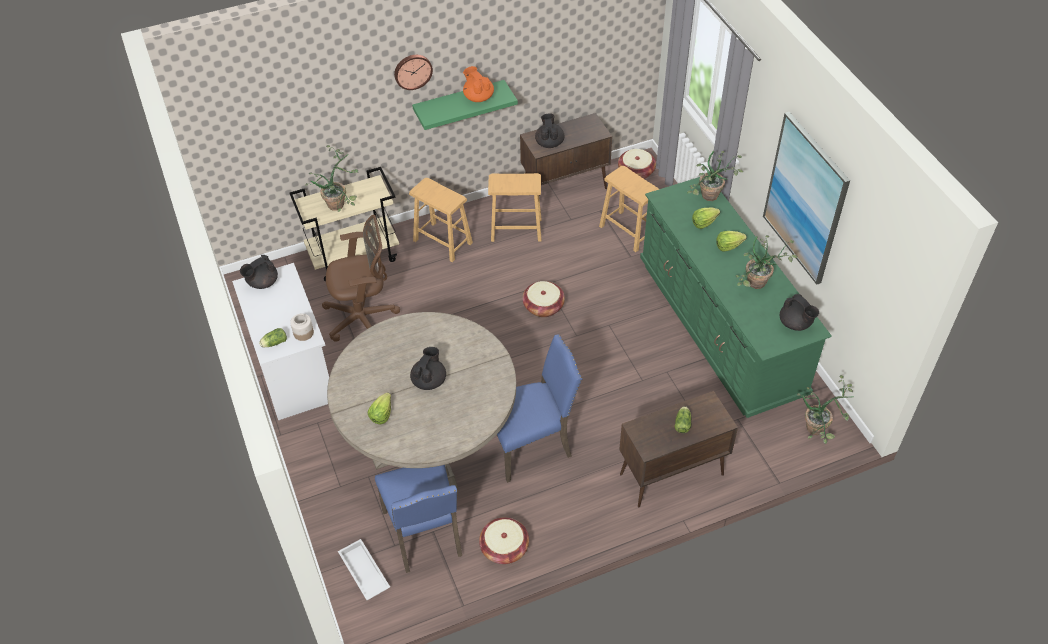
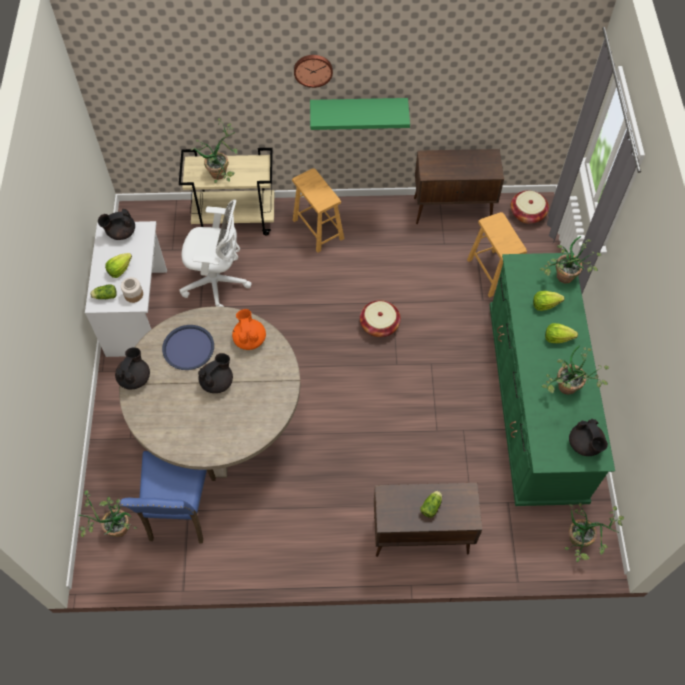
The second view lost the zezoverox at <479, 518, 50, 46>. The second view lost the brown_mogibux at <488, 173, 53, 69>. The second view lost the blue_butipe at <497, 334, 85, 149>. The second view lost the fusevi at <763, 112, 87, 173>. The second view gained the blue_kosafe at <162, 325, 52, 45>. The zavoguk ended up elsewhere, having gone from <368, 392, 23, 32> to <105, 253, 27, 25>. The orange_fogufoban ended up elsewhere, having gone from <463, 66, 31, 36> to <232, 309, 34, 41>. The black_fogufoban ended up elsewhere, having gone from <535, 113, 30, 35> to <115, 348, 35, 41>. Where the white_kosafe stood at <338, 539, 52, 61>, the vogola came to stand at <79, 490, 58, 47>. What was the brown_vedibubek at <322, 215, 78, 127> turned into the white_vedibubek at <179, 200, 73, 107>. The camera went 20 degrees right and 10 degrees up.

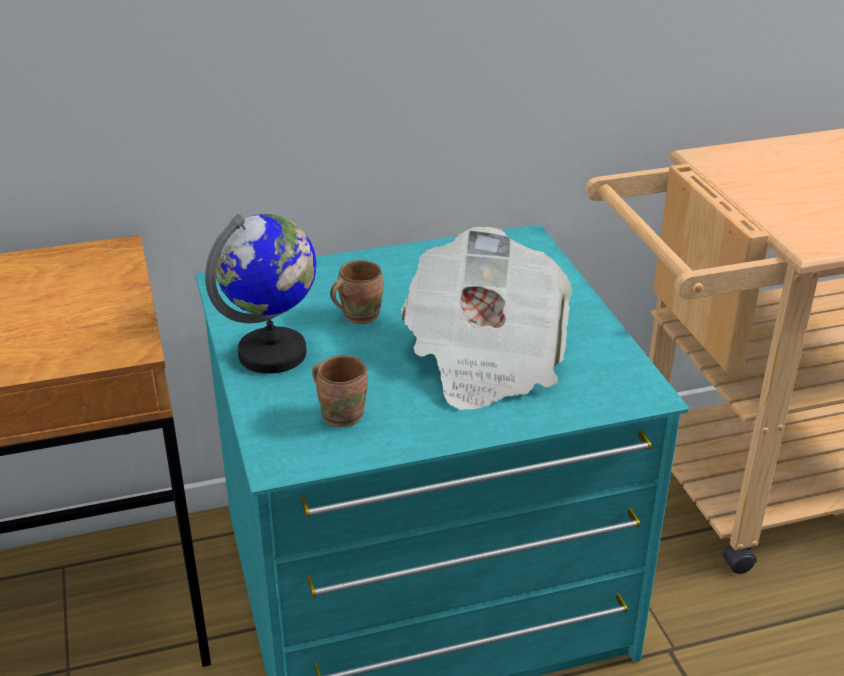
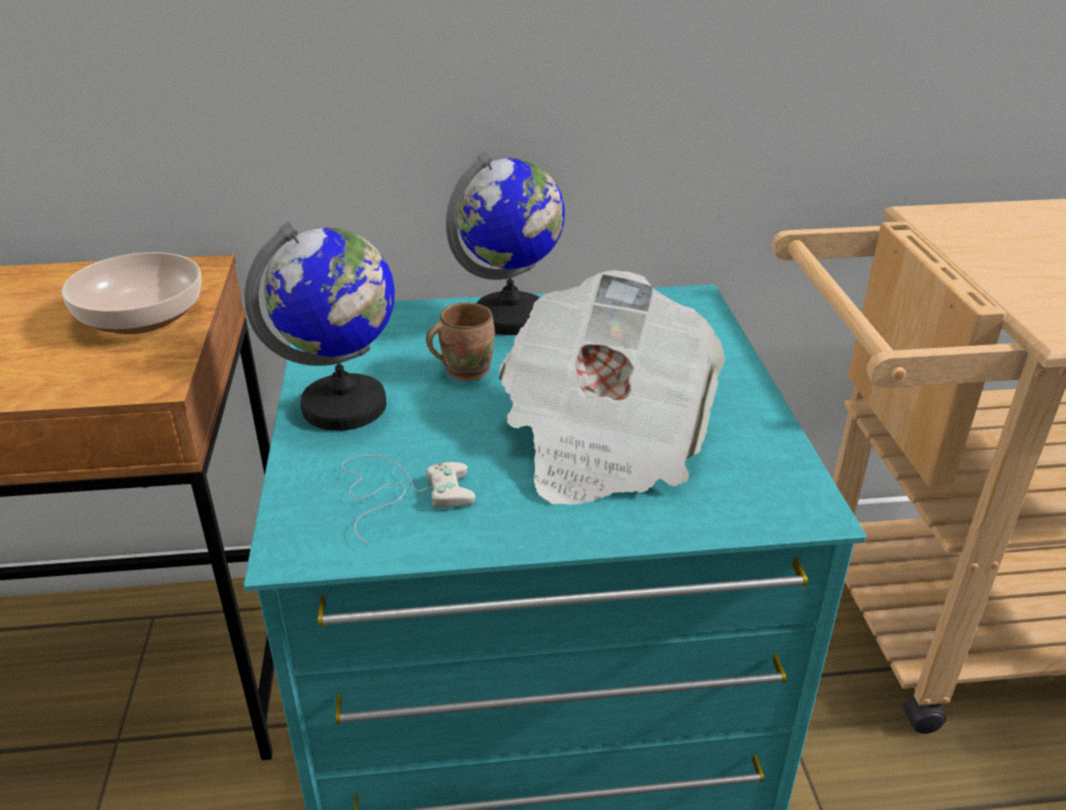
The second view gained the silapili at <61, 252, 141, 82>. The second view gained the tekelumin at <446, 151, 119, 184>. Where the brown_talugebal stood at <312, 355, 56, 72>, the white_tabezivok came to stand at <342, 455, 133, 90>. The camera went 10 degrees right and 0 degrees up.

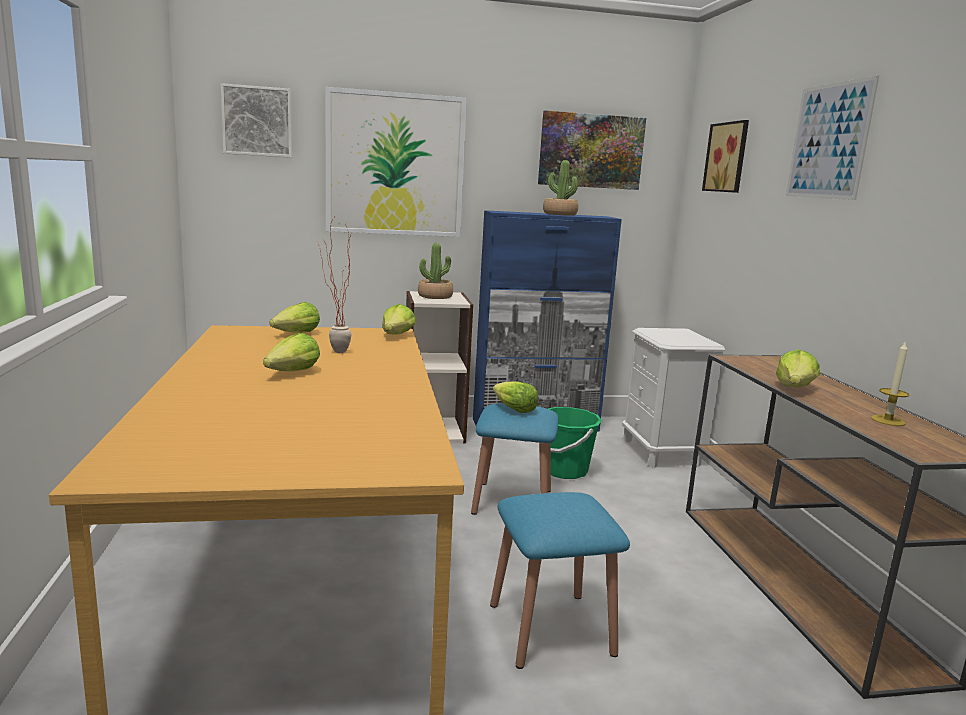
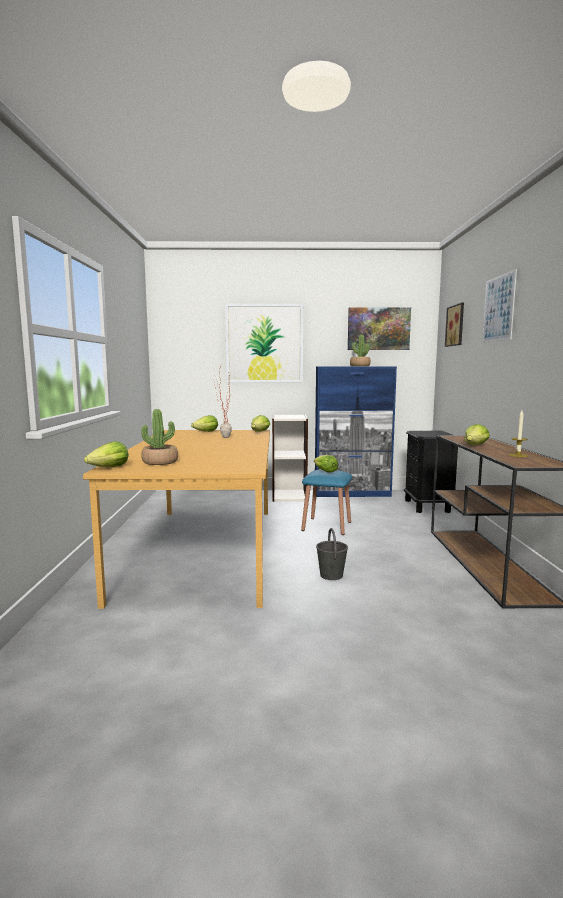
The second view lost the fusevi at <221, 83, 71, 75>. The second view lost the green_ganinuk at <548, 407, 54, 72>. The zavoguk ended up elsewhere, having gone from <263, 333, 57, 38> to <84, 441, 45, 26>. The vogola ended up elsewhere, having gone from <418, 243, 35, 56> to <141, 409, 37, 56>. Where the blue_mogibux stood at <490, 492, 140, 177>, the grey_ganinuk came to stand at <316, 528, 32, 52>. What was the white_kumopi at <622, 328, 103, 140> turned into the black_kumopi at <404, 431, 54, 82>. The camera went 10 degrees right and 5 degrees down.

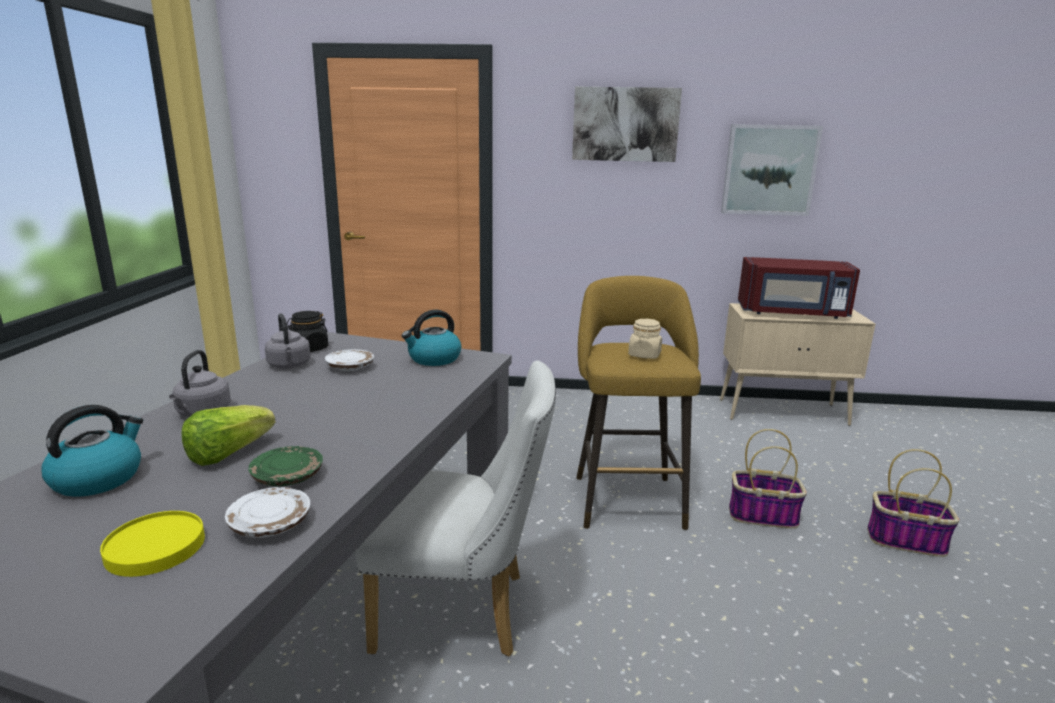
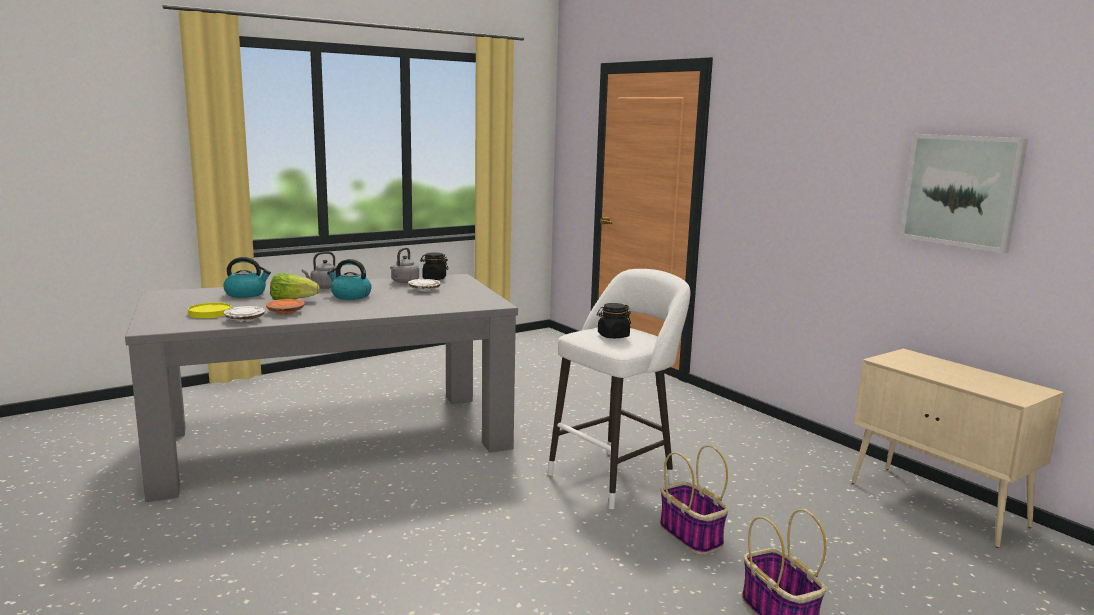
The second view lost the white_butipe at <356, 360, 200, 296>. The second view lost the fusevi at <572, 87, 110, 75>. The second view lost the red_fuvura at <738, 257, 122, 62>. The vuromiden ended up elsewhere, having gone from <402, 310, 59, 56> to <327, 259, 45, 41>. What was the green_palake at <248, 446, 75, 40> turned into the orange_palake at <266, 299, 39, 15>. What was the yellow_mogibux at <576, 276, 125, 254> turned into the white_mogibux at <547, 269, 144, 240>. What was the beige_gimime at <628, 318, 34, 41> turned into the black_gimime at <597, 303, 34, 35>. The camera went 50 degrees right and 5 degrees down.

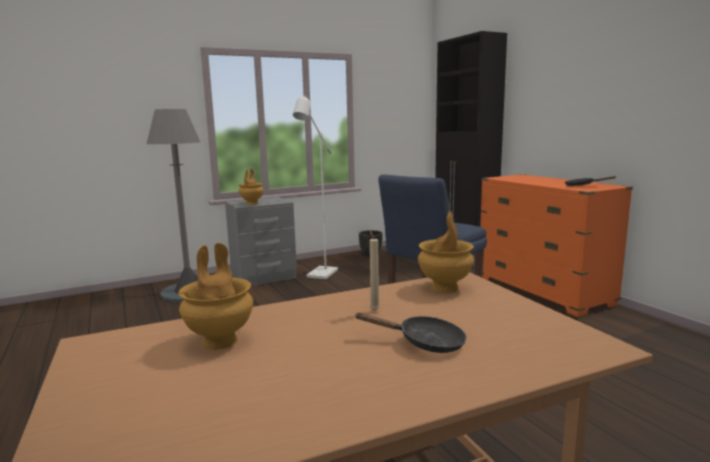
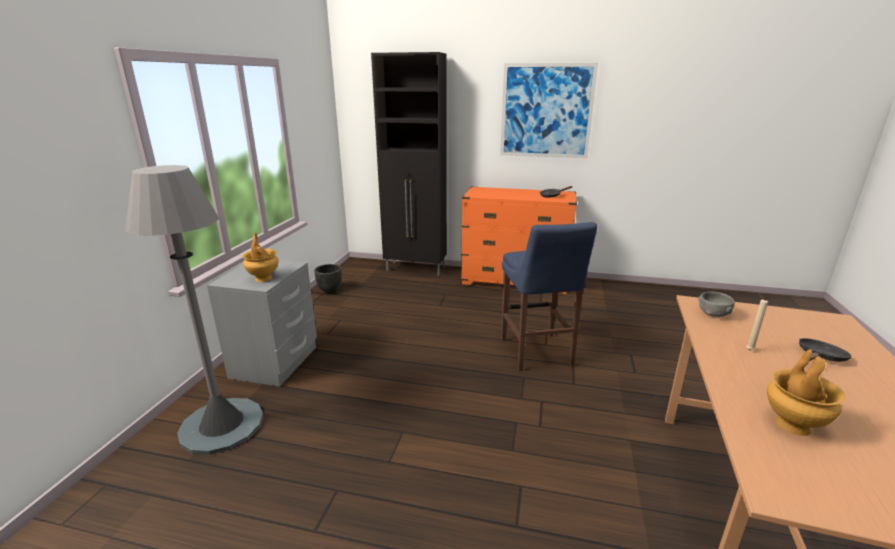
The second view lost the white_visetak at <293, 96, 45, 183>. The second view gained the fusevi at <500, 63, 98, 95>. Where the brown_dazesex stood at <418, 211, 56, 82>, the grey_silapili came to stand at <698, 291, 37, 26>. The camera went 50 degrees left and 10 degrees up.

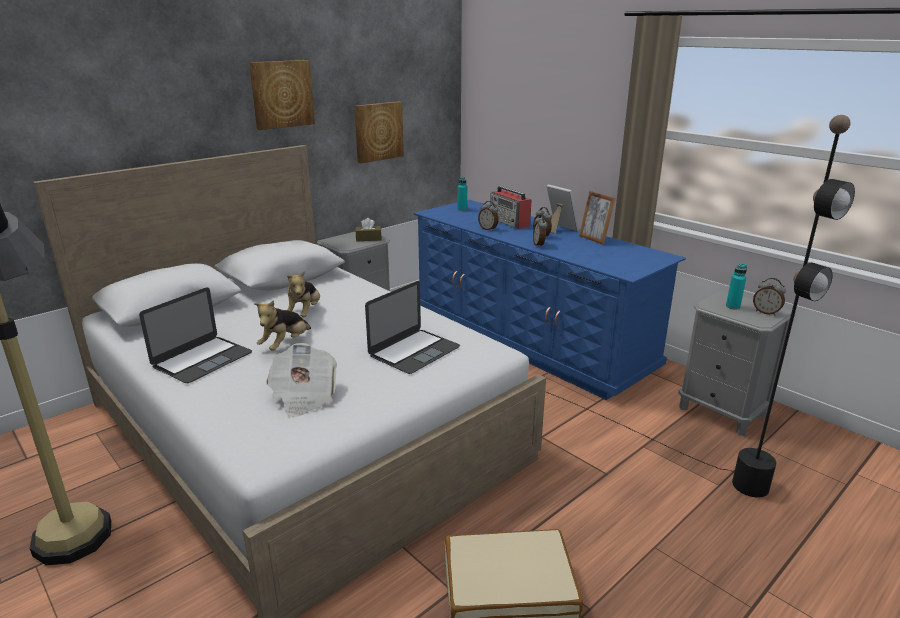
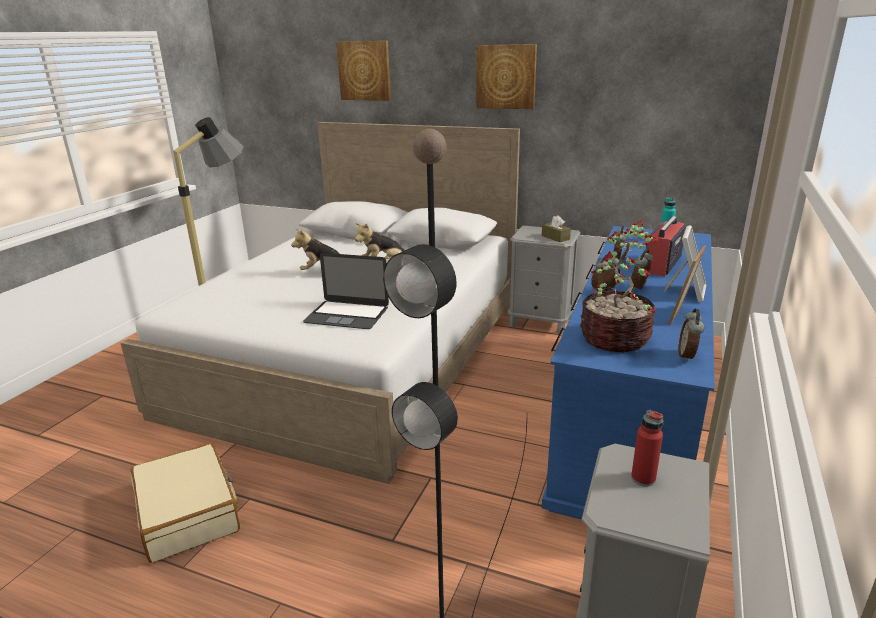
The second view lost the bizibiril at <139, 287, 113, 96>. The second view lost the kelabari at <266, 343, 71, 74>. The second view gained the vogola at <580, 220, 78, 132>. The fusevi ended up elsewhere, having gone from <354, 101, 50, 62> to <336, 41, 55, 60>. The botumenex ended up elsewhere, having gone from <753, 278, 33, 38> to <679, 309, 25, 53>. What was the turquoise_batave at <726, 264, 21, 46> turned into the red_batave at <631, 410, 33, 77>. The camera went 65 degrees right and 0 degrees up.

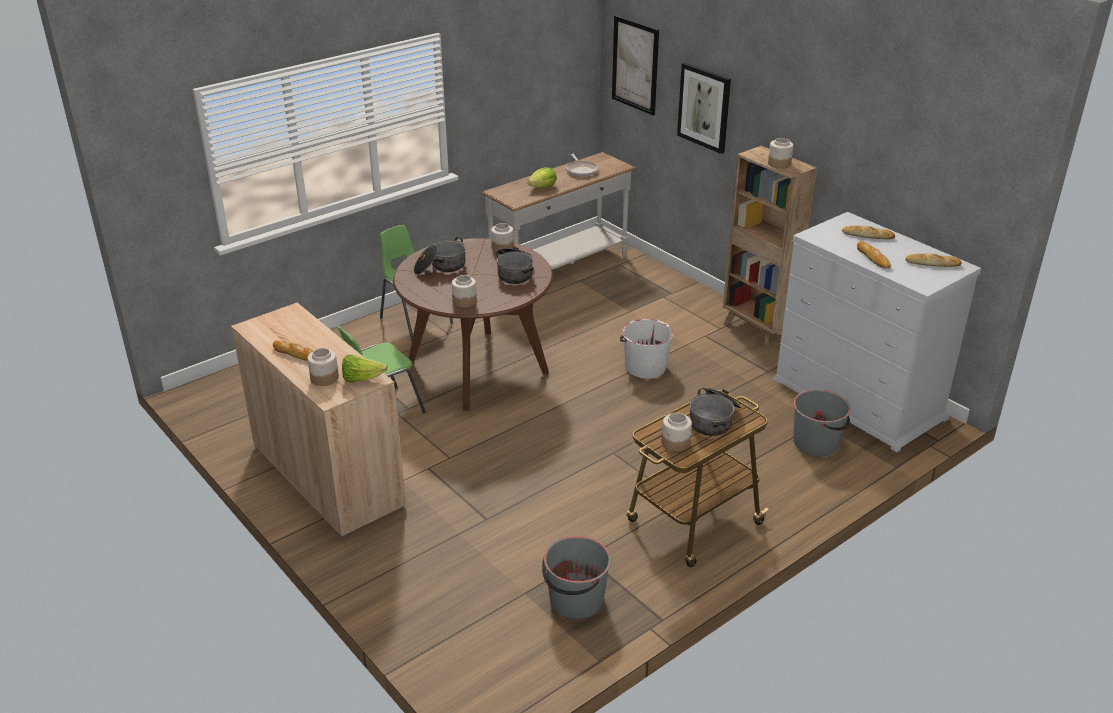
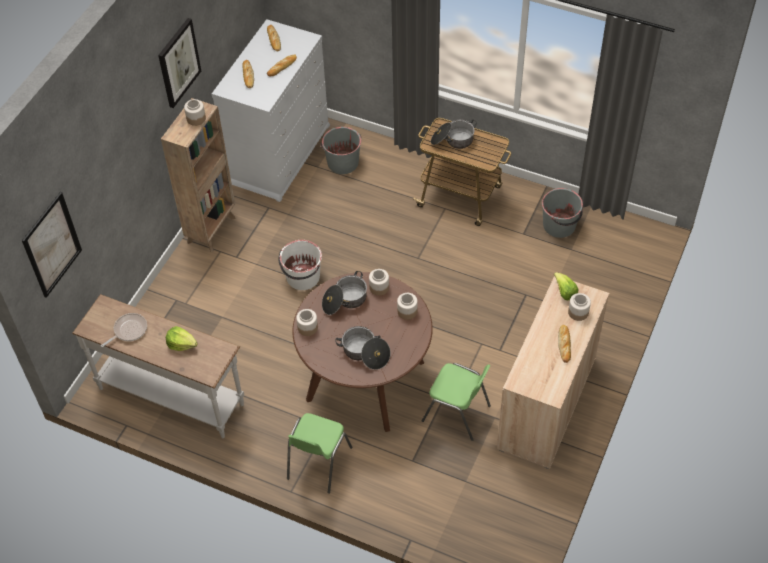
The gimime ended up elsewhere, having gone from <662, 412, 30, 40> to <369, 269, 20, 27>. The fusevi ended up elsewhere, having gone from <677, 63, 54, 91> to <158, 18, 43, 90>. The camera went 115 degrees left and 20 degrees up.

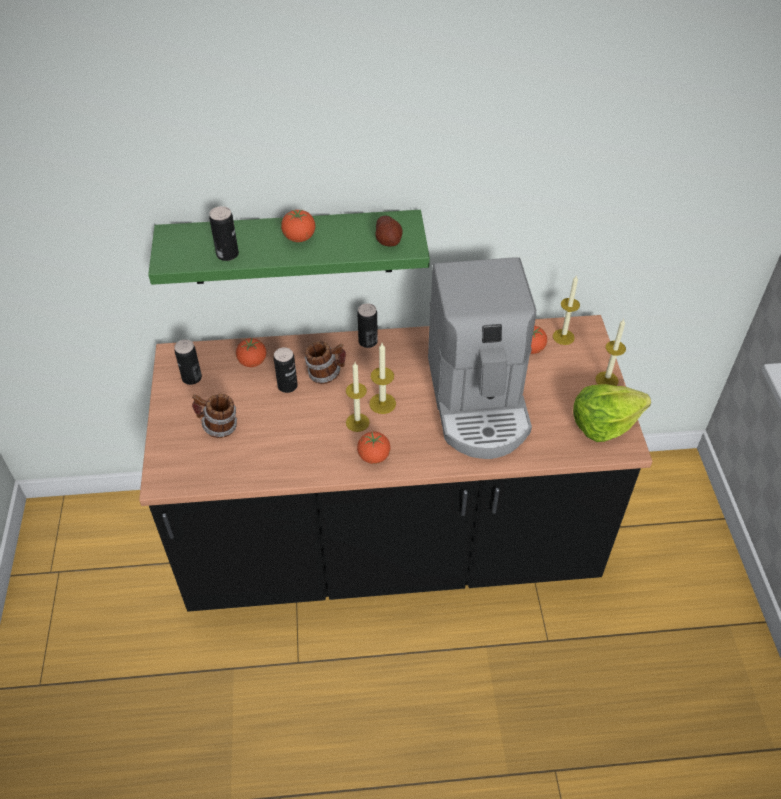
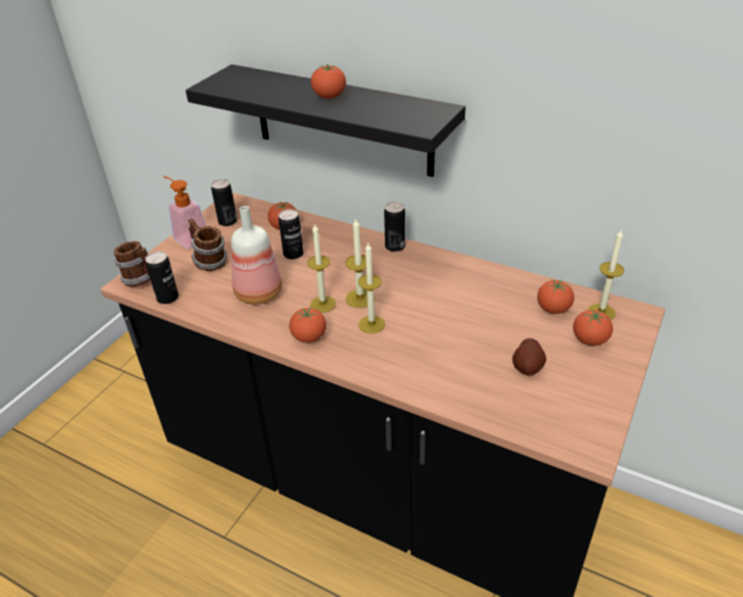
The second view lost the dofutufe at <428, 257, 108, 202>. The second view lost the zavoguk at <573, 384, 78, 58>. The second view gained the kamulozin at <163, 176, 43, 73>. The second view gained the batave at <231, 206, 51, 98>. The second view gained the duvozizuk at <573, 310, 40, 36>. The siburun ended up elsewhere, having gone from <209, 206, 30, 55> to <145, 251, 34, 53>. The talugebal ended up elsewhere, having gone from <305, 341, 41, 43> to <114, 241, 36, 46>. The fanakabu ended up elsewhere, having gone from <375, 216, 28, 31> to <512, 338, 34, 37>. The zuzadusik ended up elsewhere, having gone from <595, 319, 31, 67> to <358, 243, 27, 91>. What was the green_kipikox at <148, 210, 282, 75> turned into the black_kipikox at <186, 64, 280, 113>. The camera went 35 degrees right and 10 degrees down.

